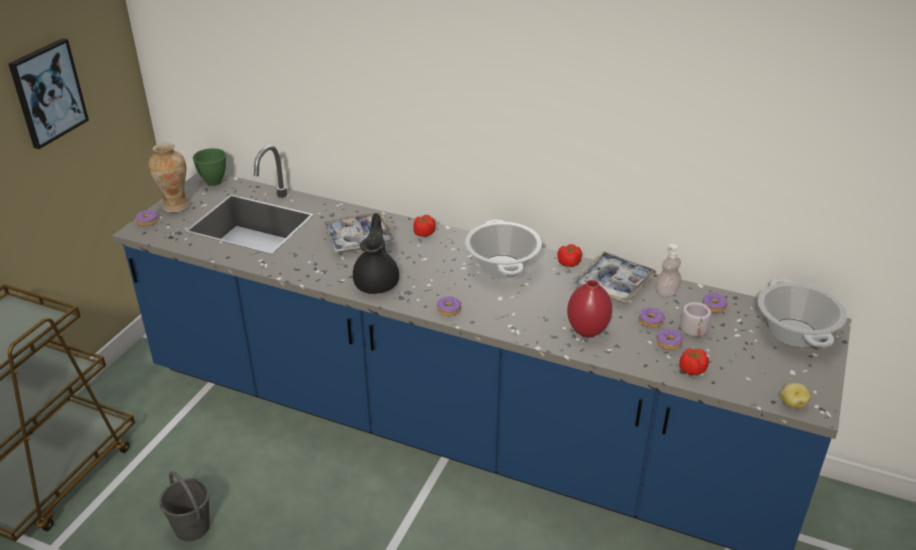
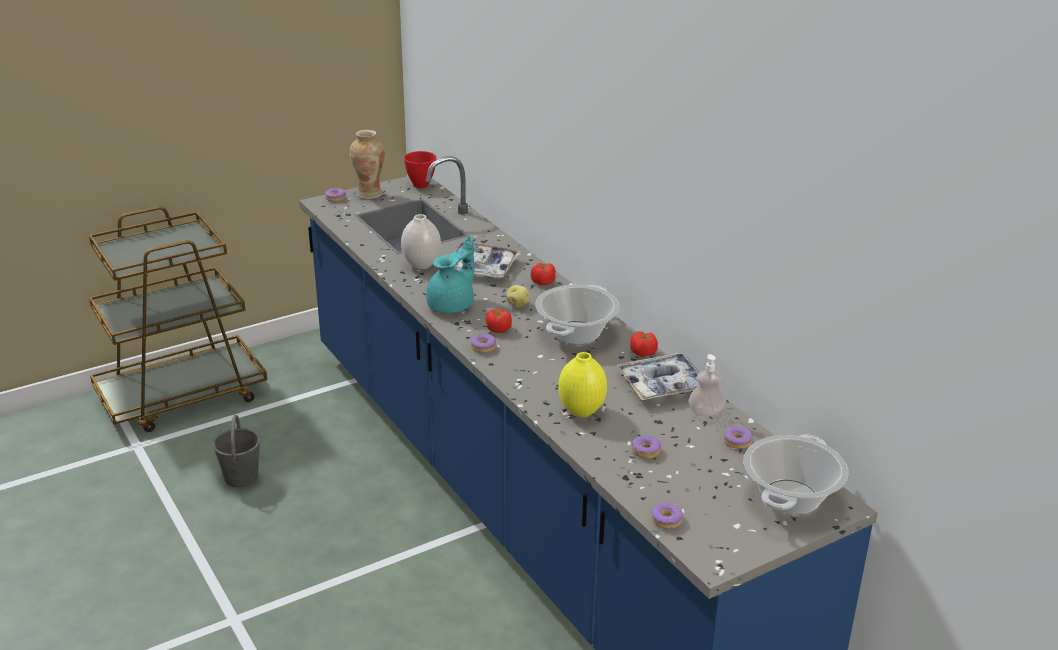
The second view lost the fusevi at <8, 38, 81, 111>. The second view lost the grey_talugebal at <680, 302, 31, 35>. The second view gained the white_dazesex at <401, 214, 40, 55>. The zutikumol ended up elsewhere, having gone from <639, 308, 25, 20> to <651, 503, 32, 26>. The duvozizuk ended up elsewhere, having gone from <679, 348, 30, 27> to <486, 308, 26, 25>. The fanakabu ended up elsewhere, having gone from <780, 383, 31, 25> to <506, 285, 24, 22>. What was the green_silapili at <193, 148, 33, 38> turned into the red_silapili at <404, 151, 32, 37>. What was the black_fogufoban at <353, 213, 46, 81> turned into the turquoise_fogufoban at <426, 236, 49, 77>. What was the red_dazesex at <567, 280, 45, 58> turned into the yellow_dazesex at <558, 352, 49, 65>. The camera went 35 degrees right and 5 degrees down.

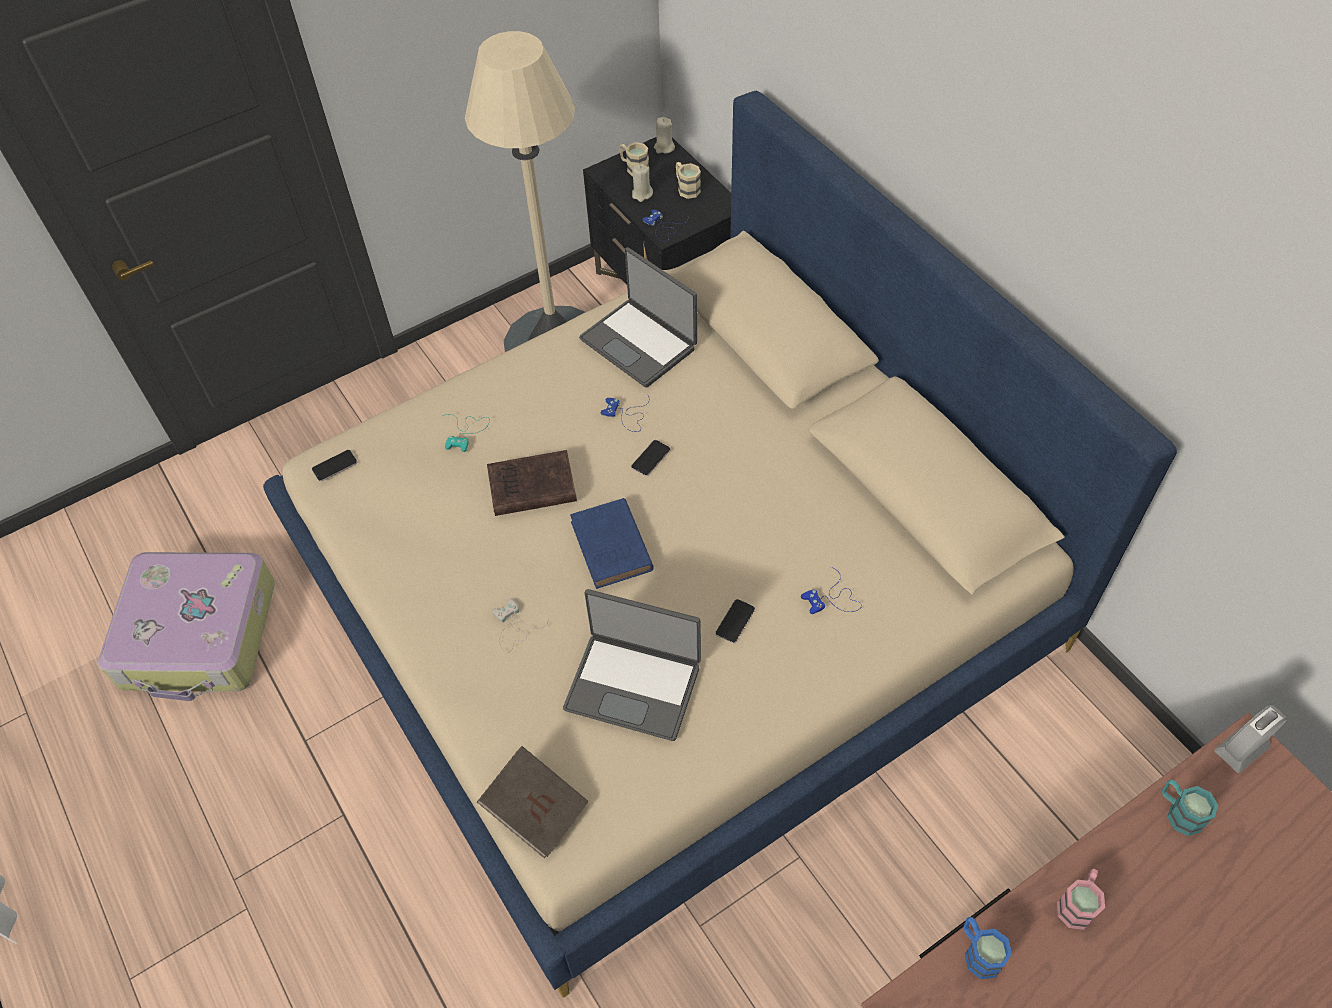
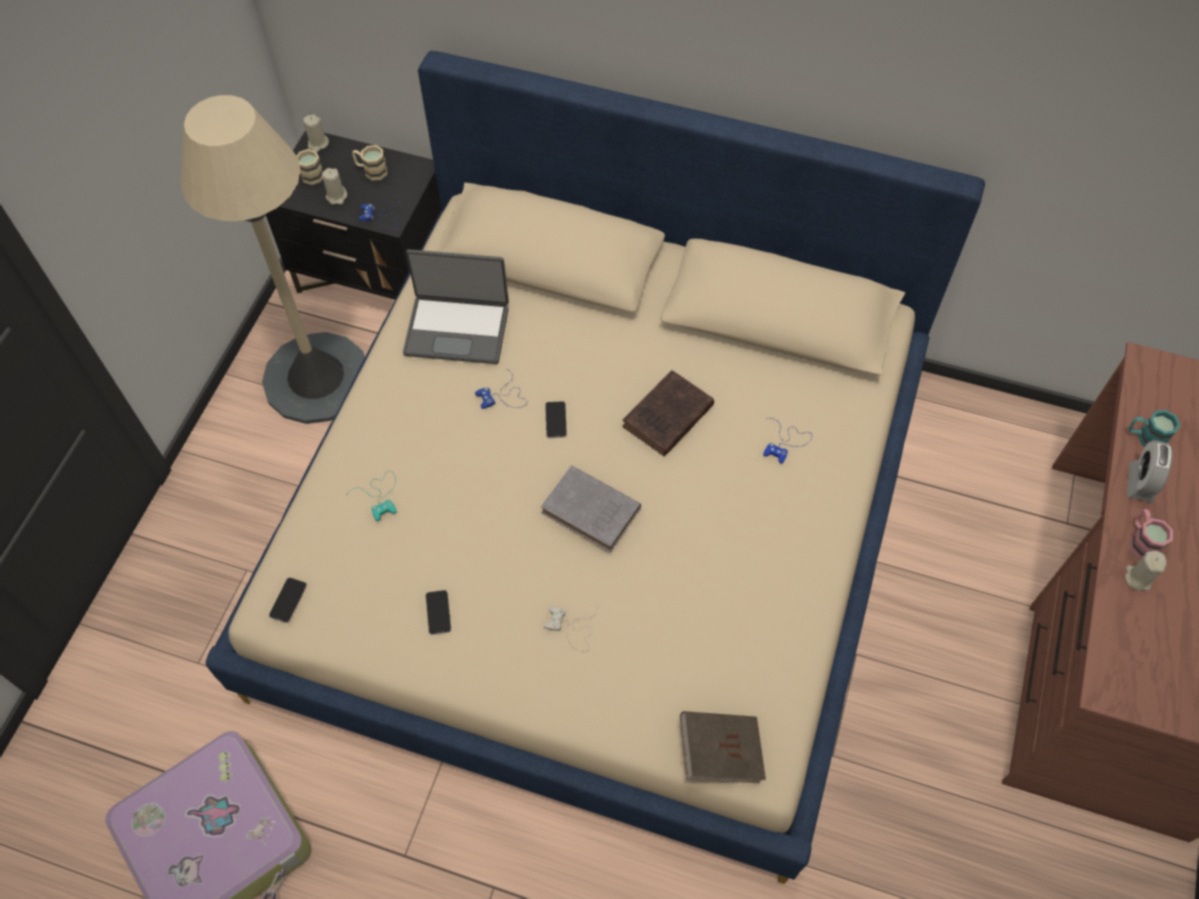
The second view lost the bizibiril at <563, 589, 138, 152>. The second view lost the blue_talugebal at <964, 917, 48, 62>. The second view gained the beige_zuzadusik at <1125, 551, 42, 40>. The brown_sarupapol ended up elsewhere, having gone from <487, 450, 90, 66> to <622, 370, 92, 86>. The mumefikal ended up elsewhere, having gone from <715, 599, 40, 44> to <426, 590, 25, 45>. The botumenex ended up elsewhere, having gone from <1214, 705, 73, 68> to <1127, 440, 46, 63>. What was the blue_sarupapol at <570, 498, 84, 91> turned into the grey_sarupapol at <541, 465, 100, 87>. The camera went 40 degrees left and 5 degrees up.

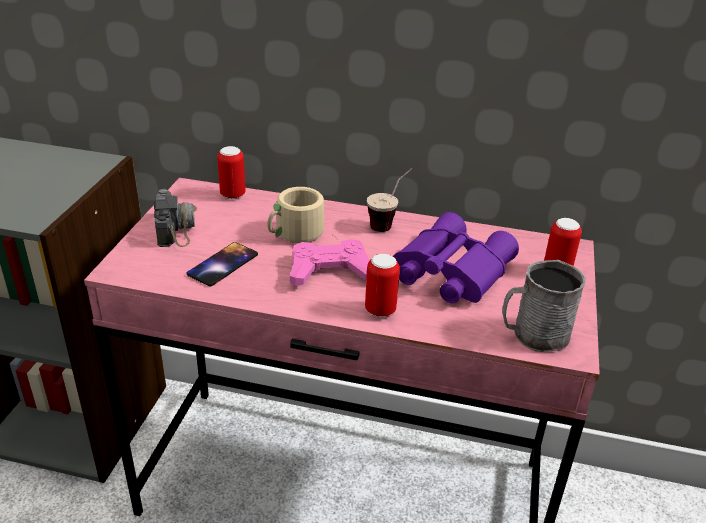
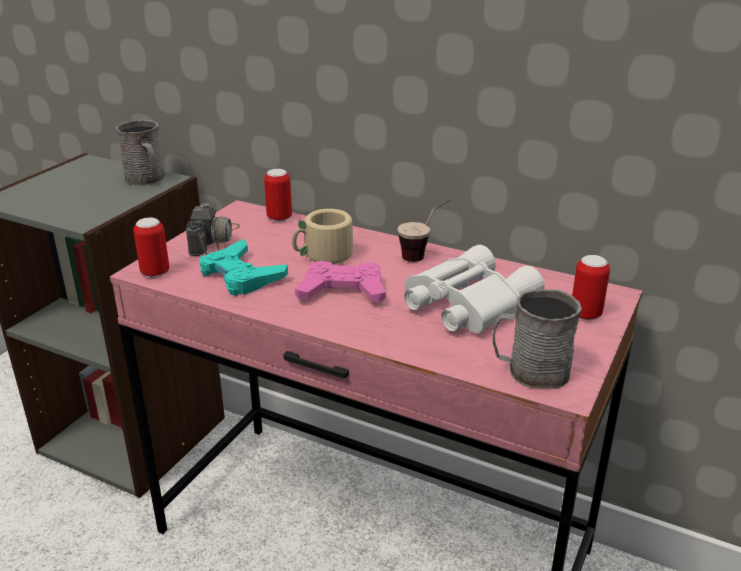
The second view gained the grey_talugebal at <116, 120, 49, 66>. The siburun ended up elsewhere, having gone from <365, 254, 35, 63> to <133, 218, 36, 60>. Where the mumefikal stood at <186, 242, 72, 45>, the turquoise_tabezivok came to stand at <199, 239, 89, 57>. What was the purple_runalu at <393, 212, 126, 91> turned into the white_runalu at <404, 245, 140, 89>. The camera went 15 degrees right and 5 degrees down.

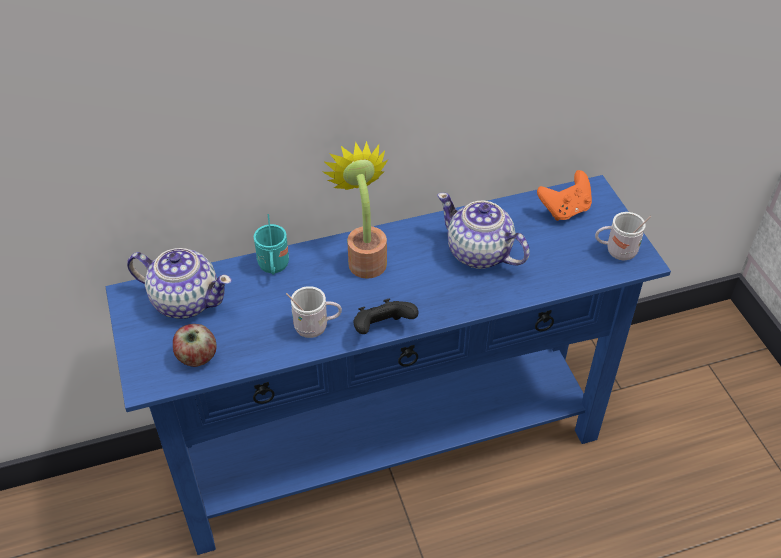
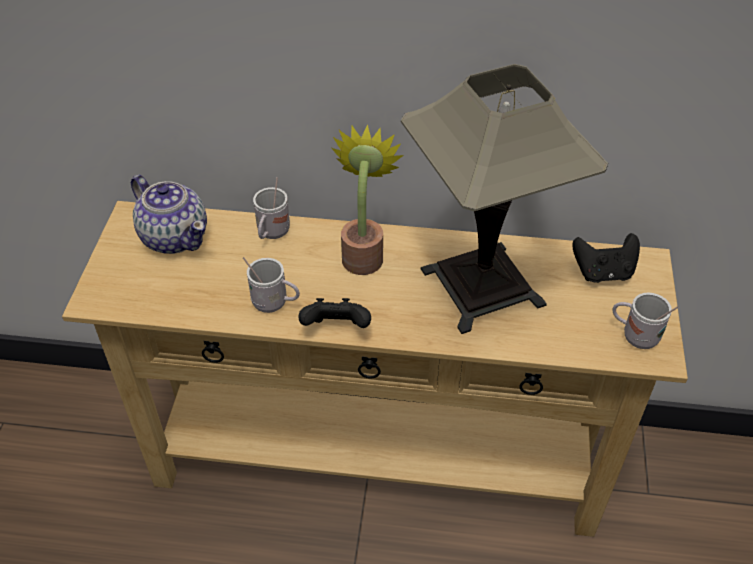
The second view lost the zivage at <173, 324, 44, 43>. Where the fogufoban stood at <437, 193, 93, 76>, the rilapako came to stand at <401, 64, 207, 270>. What was the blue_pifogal at <106, 175, 565, 380> turned into the beige_pifogal at <62, 201, 626, 336>. What was the turquoise_talugebal at <254, 214, 35, 61> turned into the white_talugebal at <253, 177, 37, 62>. What was the orange_tabezivok at <537, 170, 55, 51> turned into the black_tabezivok at <572, 233, 68, 50>. The camera went 25 degrees right and 0 degrees up.

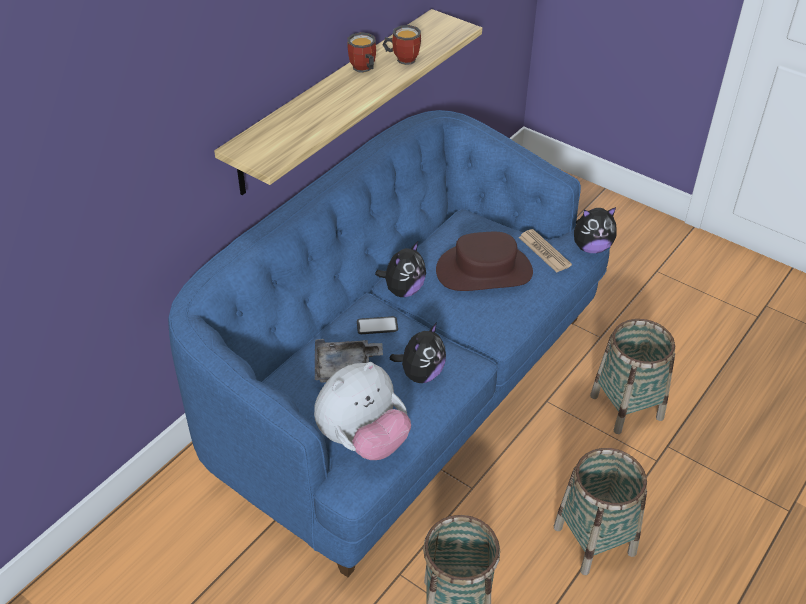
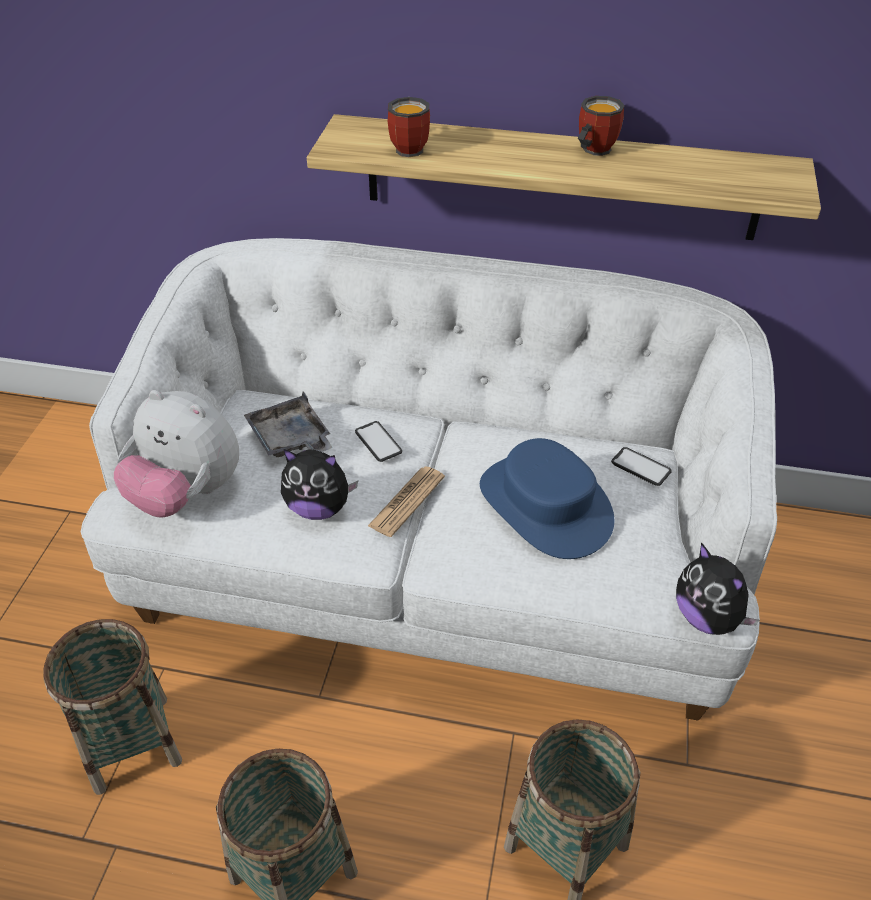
The second view lost the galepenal at <375, 242, 51, 55>. The second view gained the mumefikal at <611, 447, 61, 39>. The talugebal ended up elsewhere, having gone from <383, 25, 38, 40> to <388, 97, 42, 60>. The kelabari ended up elsewhere, having gone from <518, 229, 54, 43> to <368, 467, 77, 70>. What was the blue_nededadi at <168, 110, 442, 467> turned into the white_nededadi at <81, 238, 696, 483>. What was the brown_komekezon at <436, 232, 97, 59> turned into the blue_komekezon at <480, 438, 134, 121>. The camera went 65 degrees right and 0 degrees up.

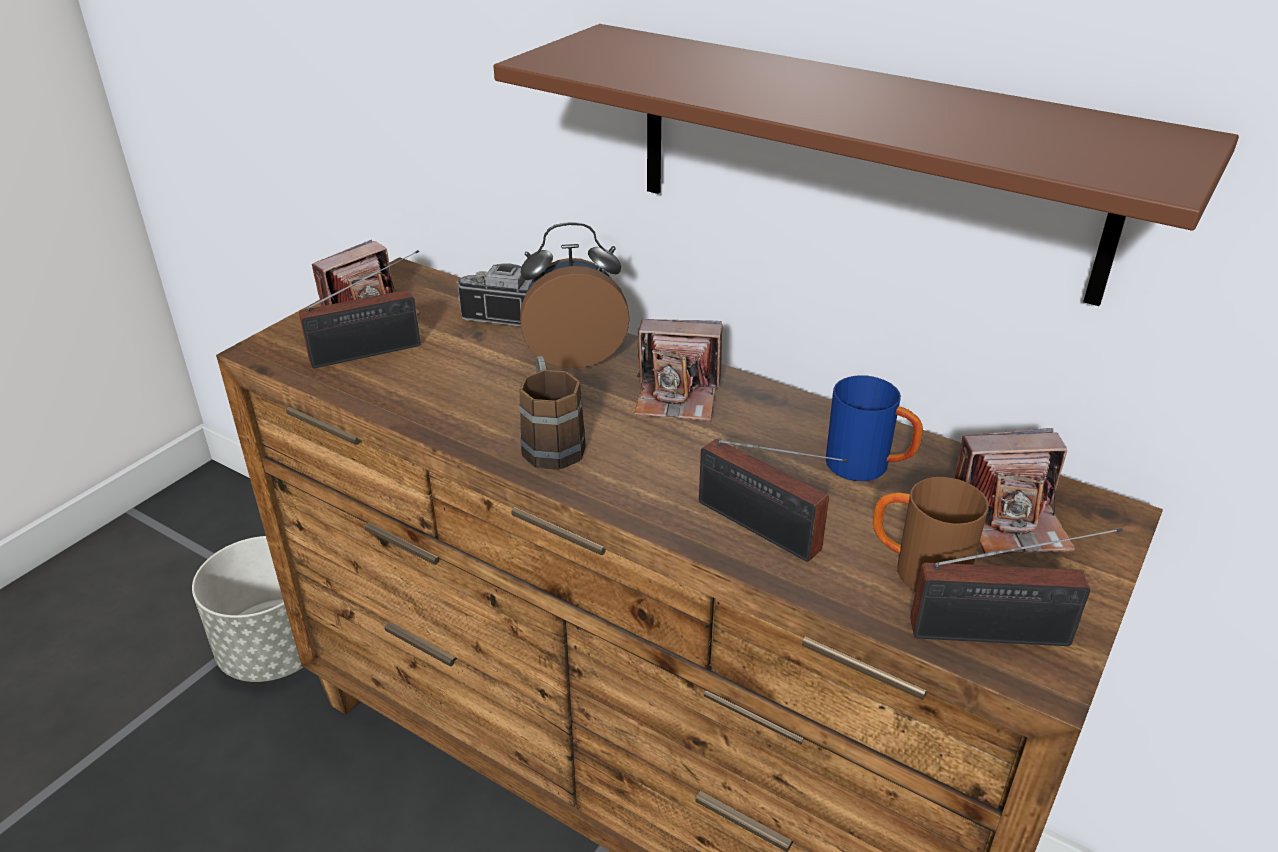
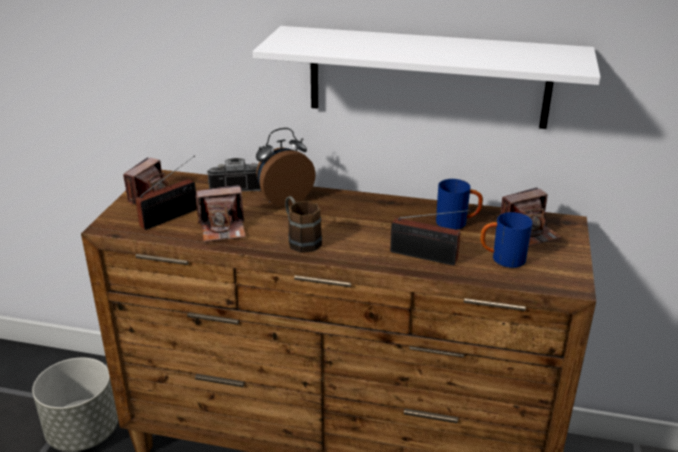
The second view lost the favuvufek at <910, 528, 213, 118>. The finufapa ended up elsewhere, having gone from <634, 319, 88, 102> to <196, 185, 50, 57>. What was the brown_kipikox at <493, 24, 746, 282> turned into the white_kipikox at <253, 26, 348, 103>. What was the brown_talugebal at <873, 477, 116, 115> turned into the blue_talugebal at <480, 212, 53, 56>. The camera went 20 degrees left and 5 degrees down.

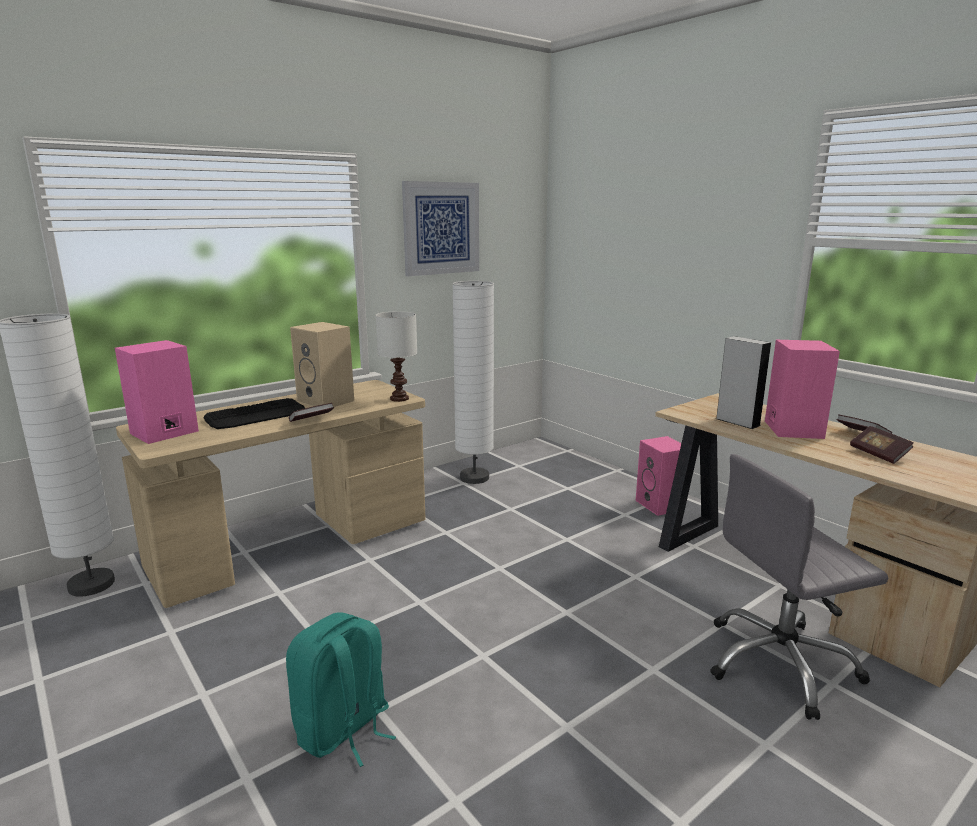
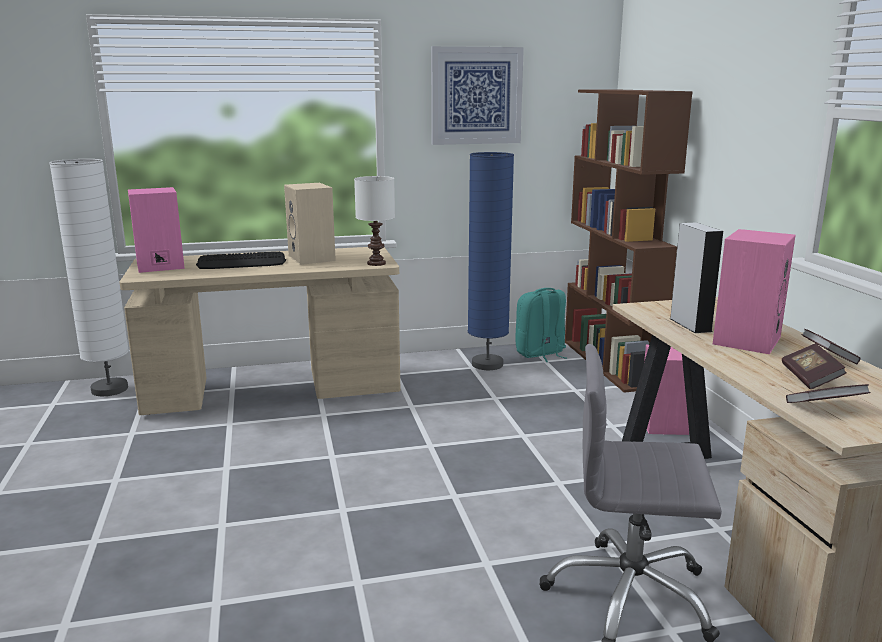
The second view gained the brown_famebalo at <565, 89, 128, 304>. The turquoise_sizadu ended up elsewhere, having gone from <286, 612, 110, 155> to <515, 288, 52, 74>. The sarupapol ended up elsewhere, having gone from <289, 403, 45, 19> to <786, 384, 85, 19>. What was the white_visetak at <452, 281, 42, 203> turned into the blue_visetak at <468, 152, 46, 218>. The camera went 25 degrees right and 0 degrees up.

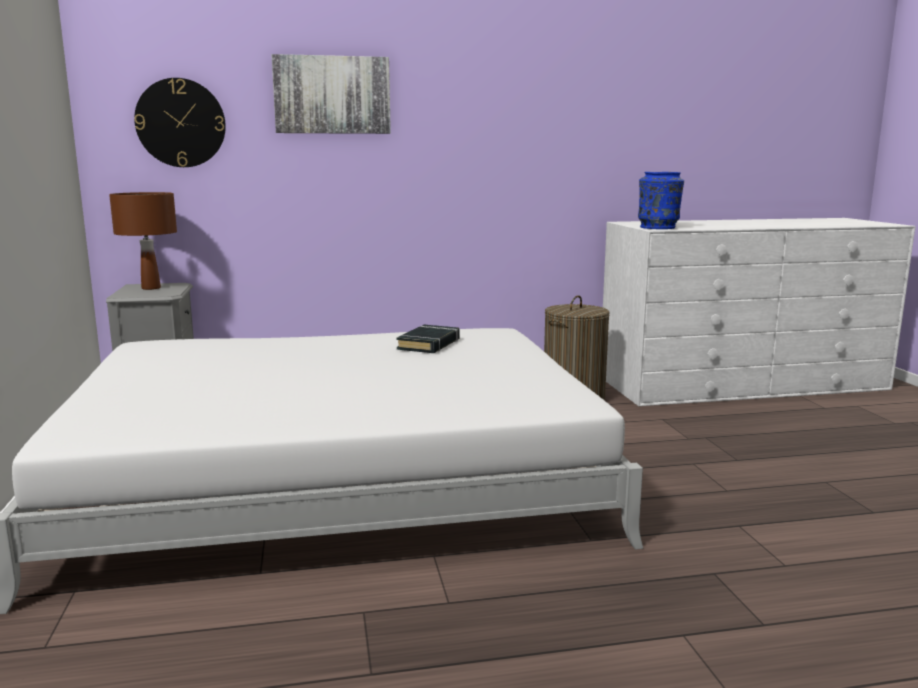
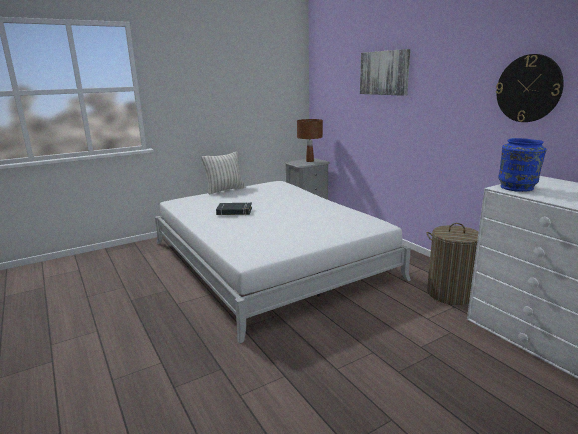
The second view gained the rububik at <201, 152, 44, 42>. The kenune ended up elsewhere, having gone from <134, 78, 92, 89> to <496, 54, 68, 68>. The black_sarupapol ended up elsewhere, having gone from <397, 325, 63, 28> to <216, 203, 36, 13>. The camera went 70 degrees right and 5 degrees up.

